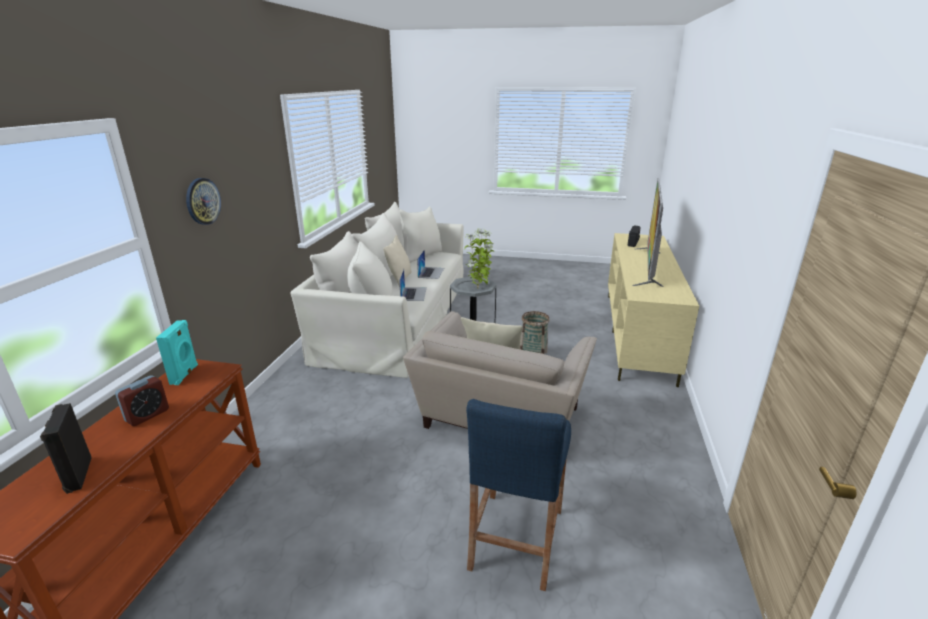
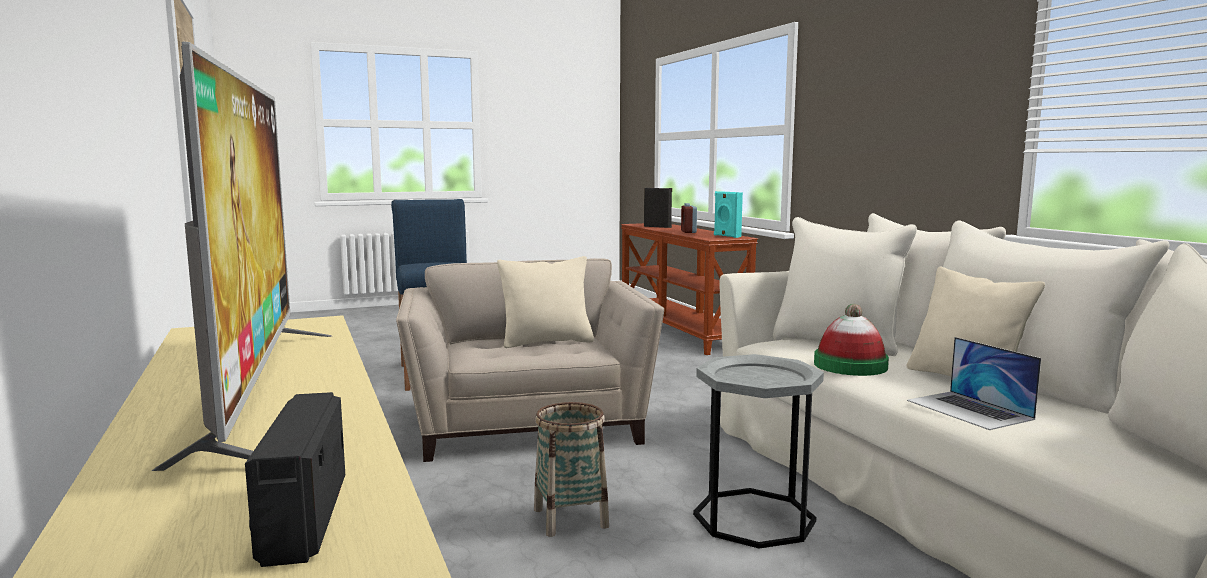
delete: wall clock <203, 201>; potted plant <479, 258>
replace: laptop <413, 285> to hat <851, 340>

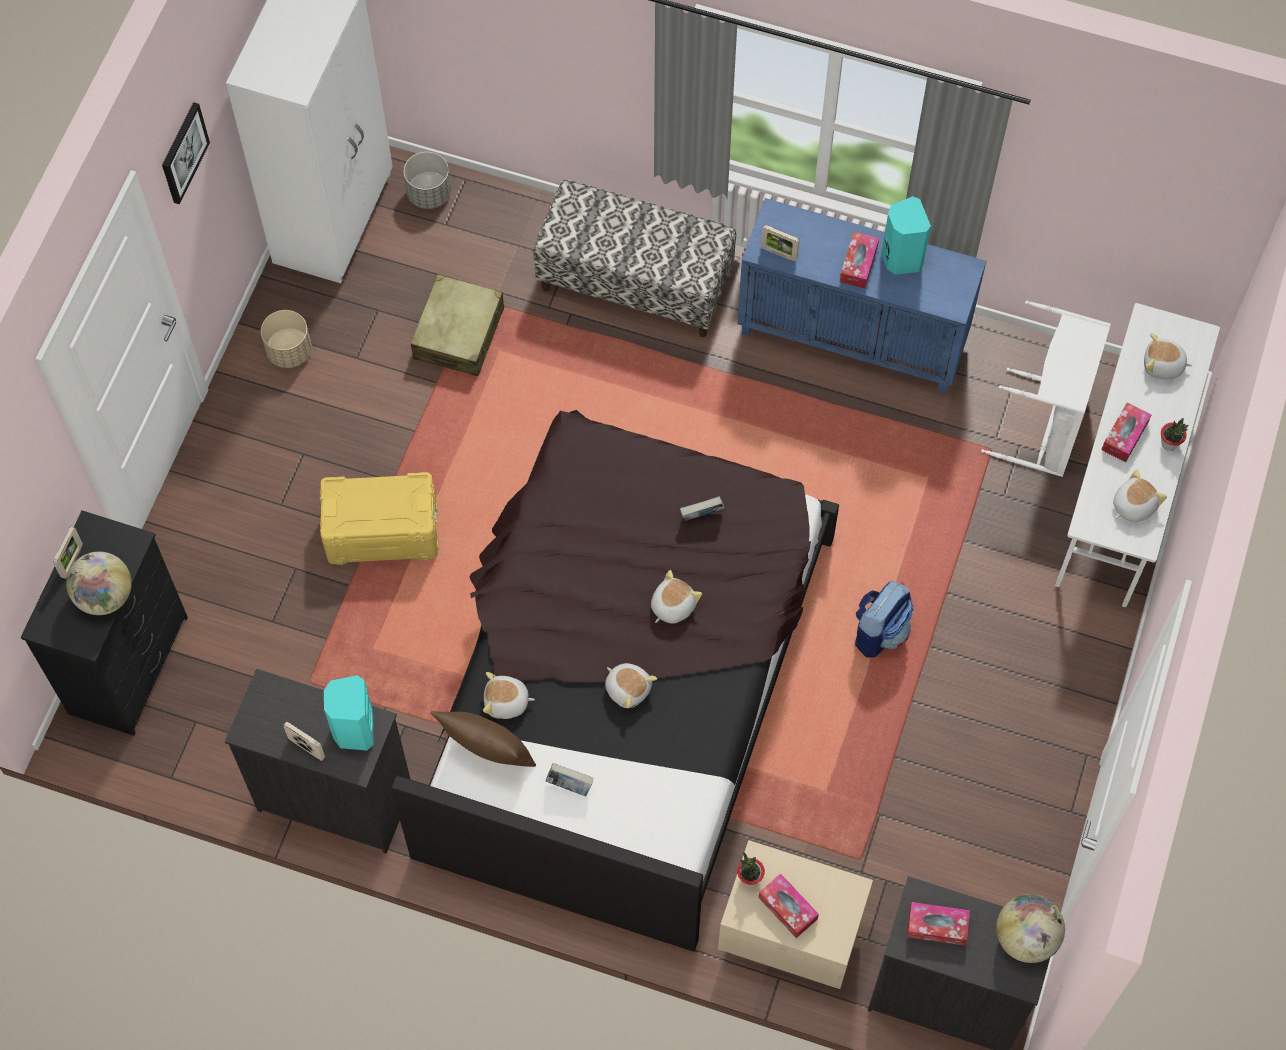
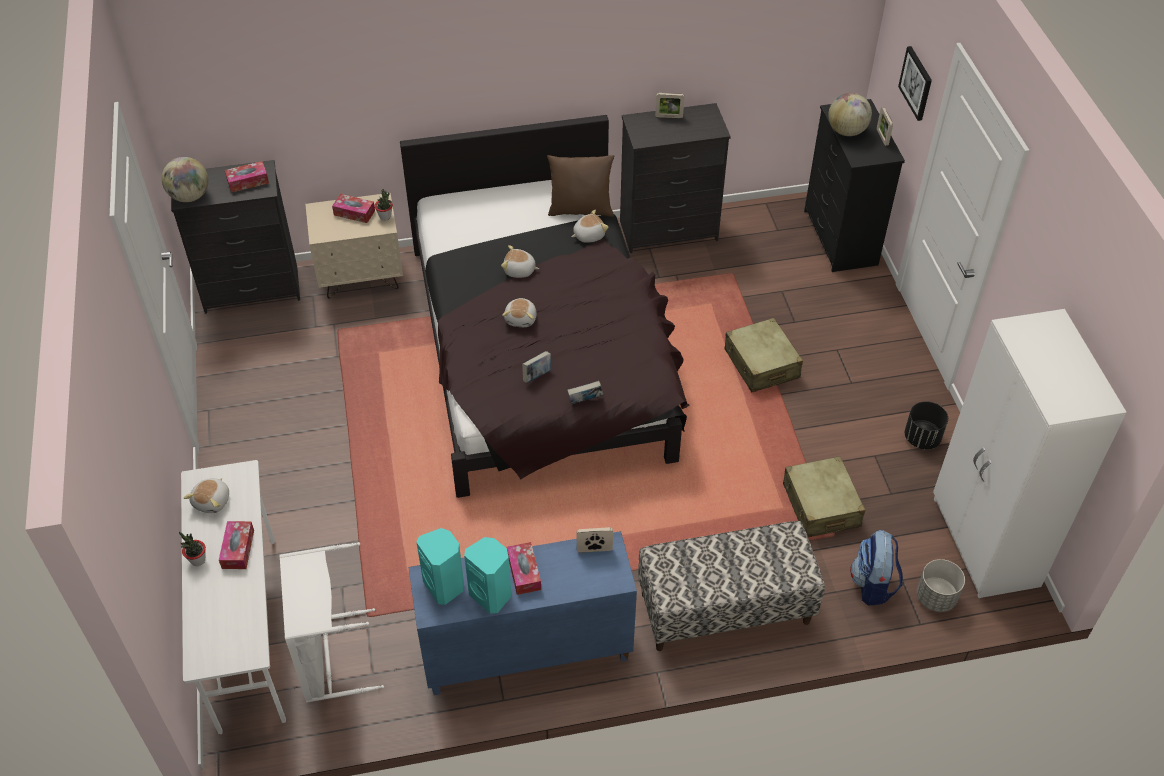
delete: plush toy <1168, 356>
move: picture <186, 153> to <915, 83>; turquoise speaker <349, 713> to <440, 566>; book <570, 779> to <585, 392>; backpack <884, 619> to <876, 567>
replace: yellow storage box <379, 518> to beige suitcase <764, 355>
recolor: beige planter <286, 339> to black planter <926, 425>

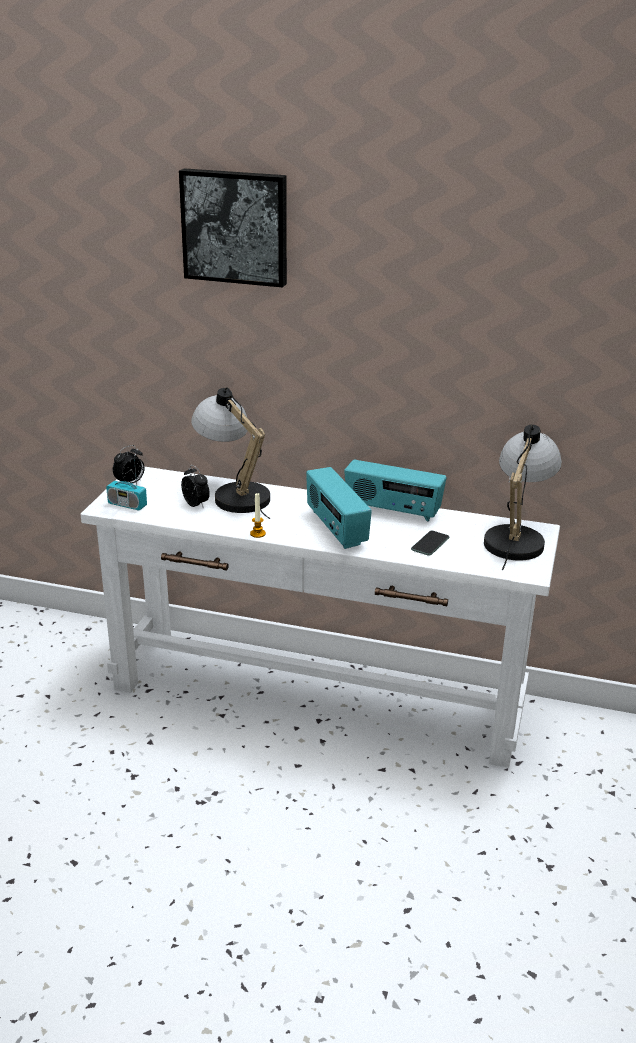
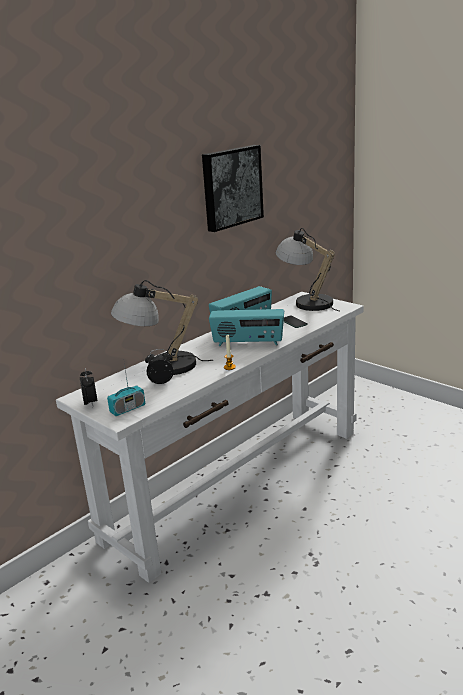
move: picture <233, 228> to <233, 188>

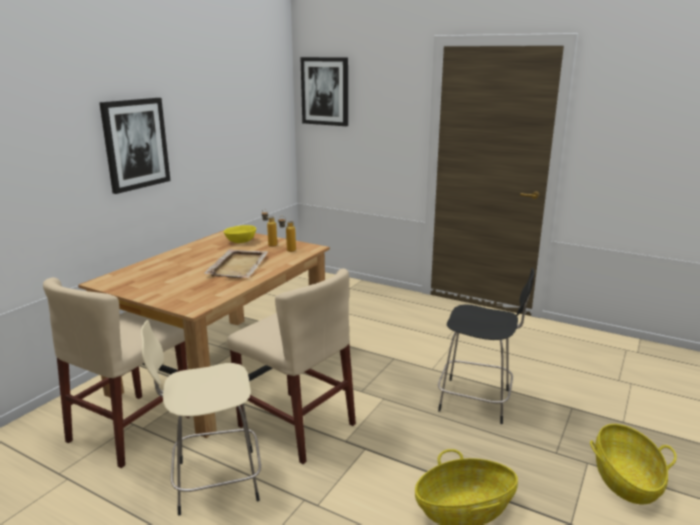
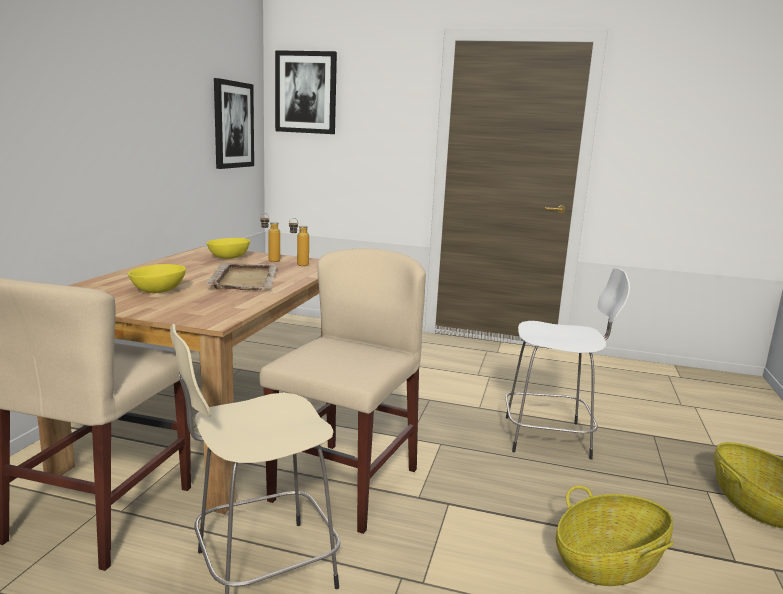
insert: yellow bowl <157, 278>
move: picture <135, 146> to <234, 123>
recolor: black stool <486, 346> to white stool <567, 363>
rotate: beige chair <291, 366> = <342, 391> 90 degrees counterclockwise

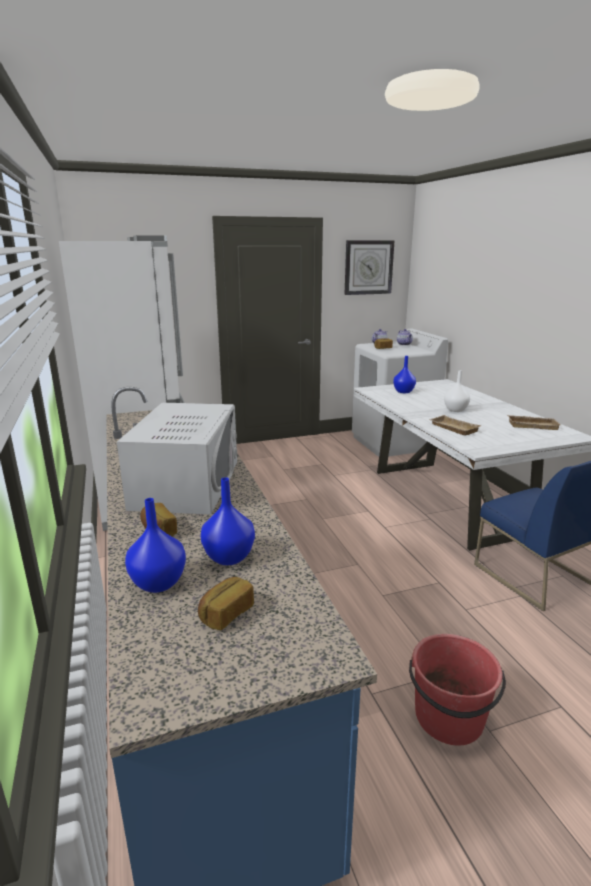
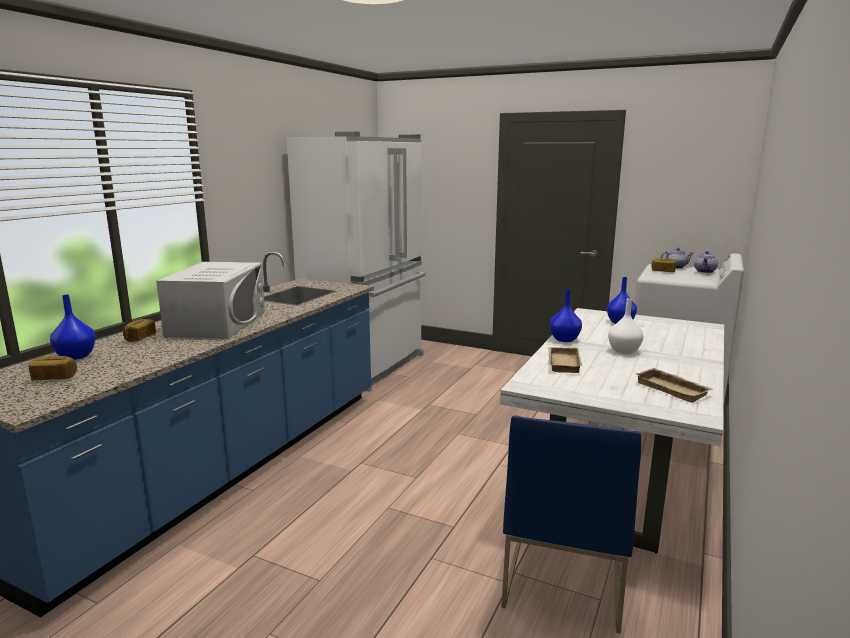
delete: wall clock <369, 267>; red bucket <457, 690>
move: blue vase <228, 521> to <566, 316>
rotate: white microwave <177, 459> = <210, 300> 45 degrees counterclockwise

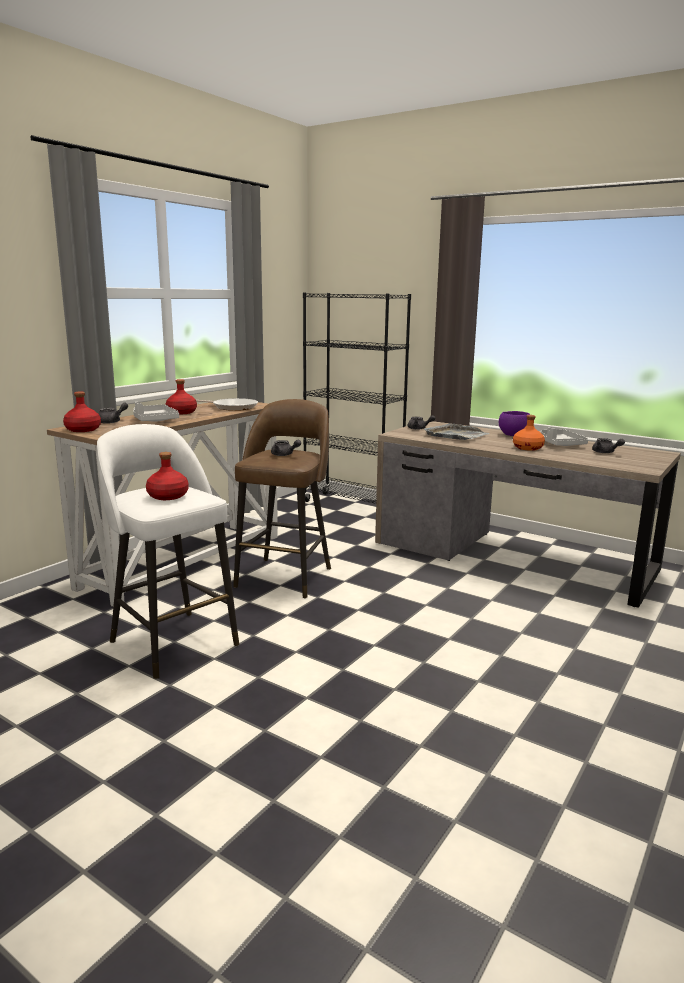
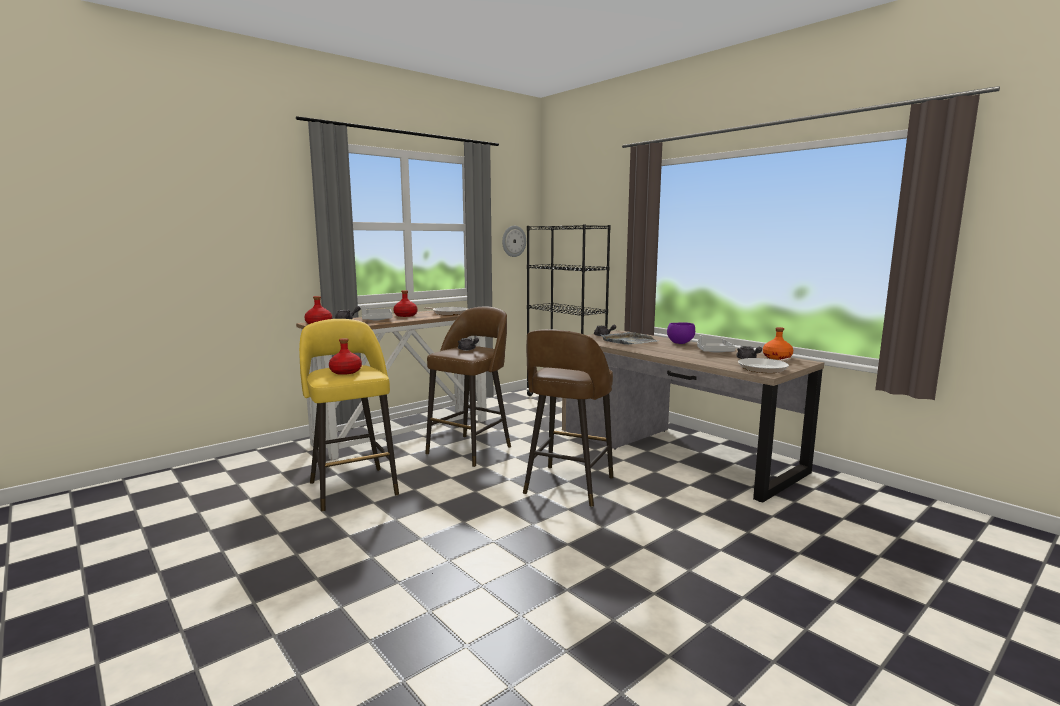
insert: wall clock <514, 241>; brown stool <568, 418>; frying pan <764, 365>
move: orange bottle <529, 433> to <778, 343>
recolor: white stool <168, 551> to yellow stool <349, 415>

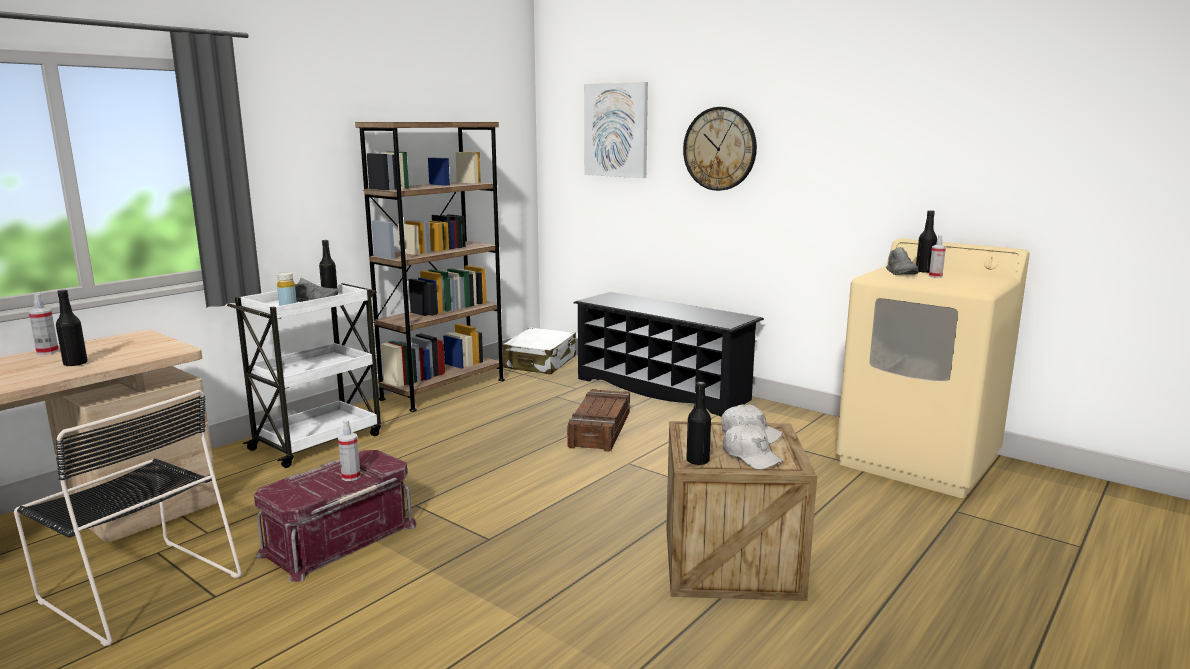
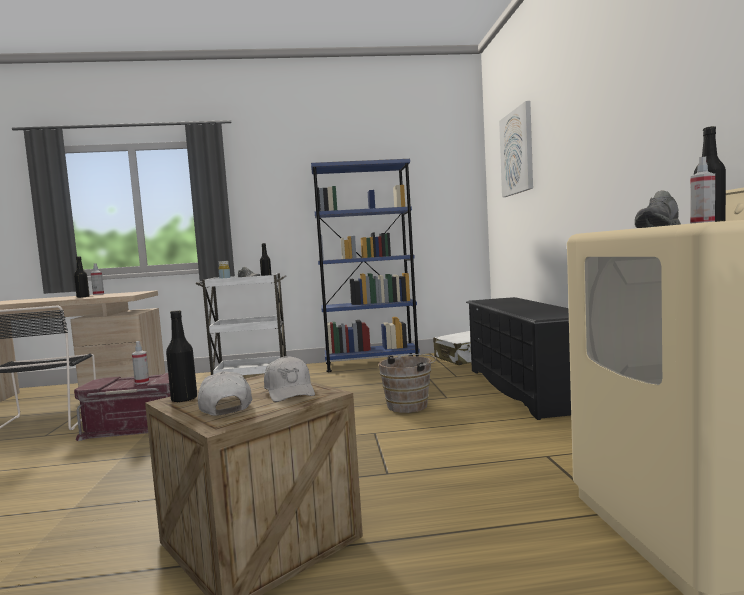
delete: wall clock <720, 149>
replace: crate <598, 420> to brown bucket <407, 383>
recolor: brown bookcase <430, 267> to blue bookcase <365, 265>
rotate: white cap <753, 447> = <225, 393> 150 degrees clockwise

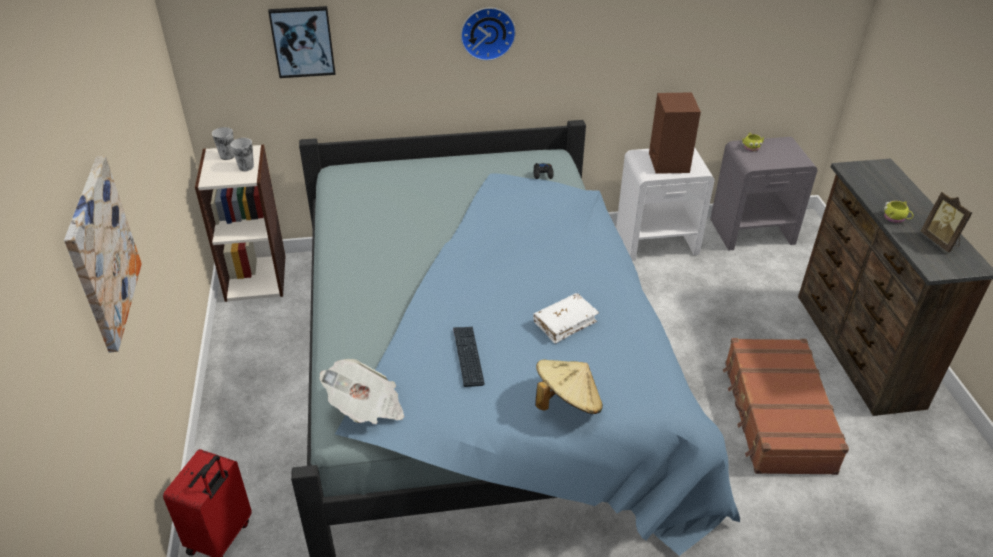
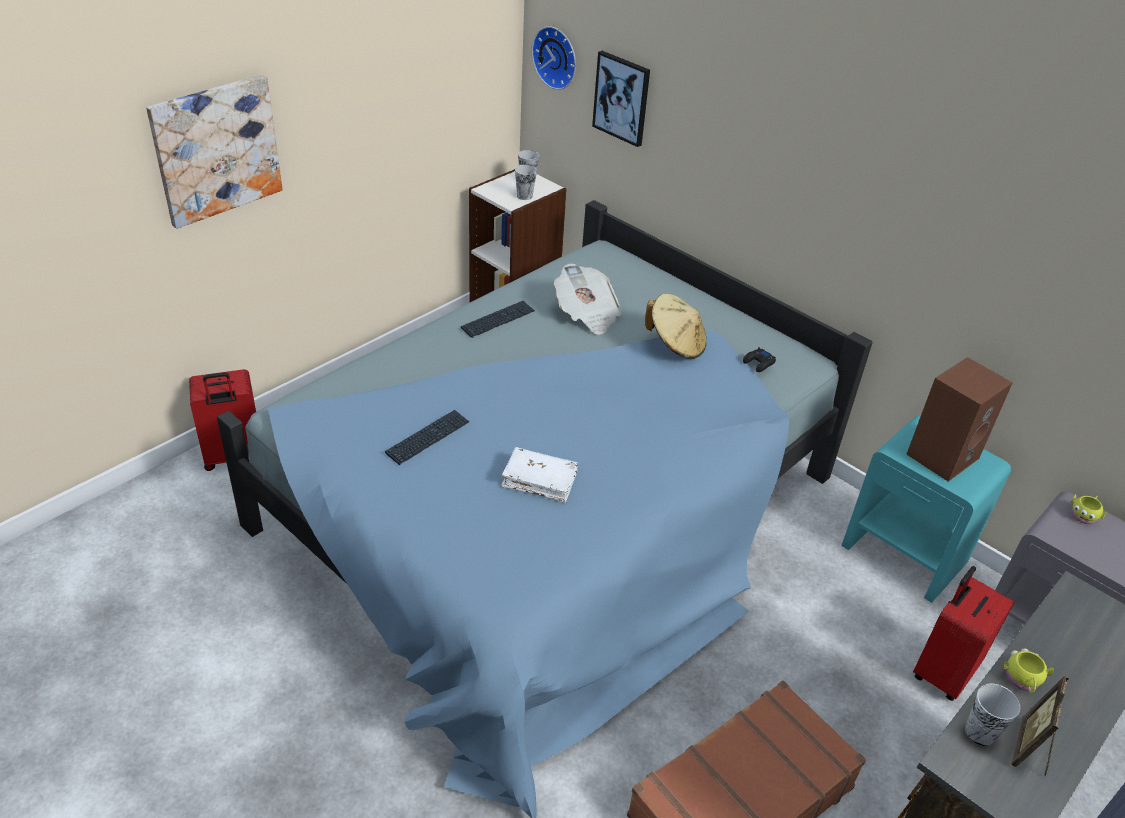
insert: keyboard <498, 319>; red suitcase <963, 633>; cup <992, 714>
move: newspaper <362, 391> to <588, 299>; wall clock <488, 34> to <554, 58>; beige hat <569, 387> to <676, 326>
recolor: white nightstand <665, 204> to turquoise nightstand <926, 509>

